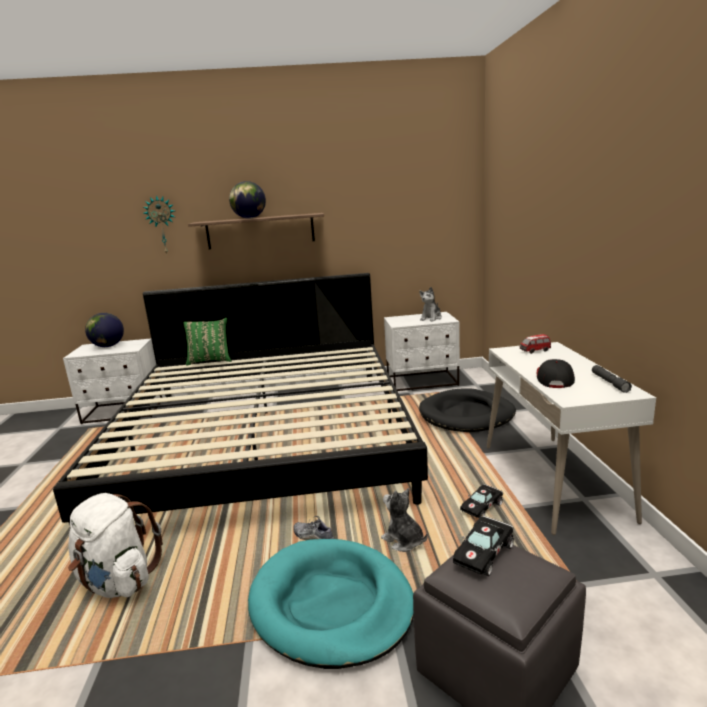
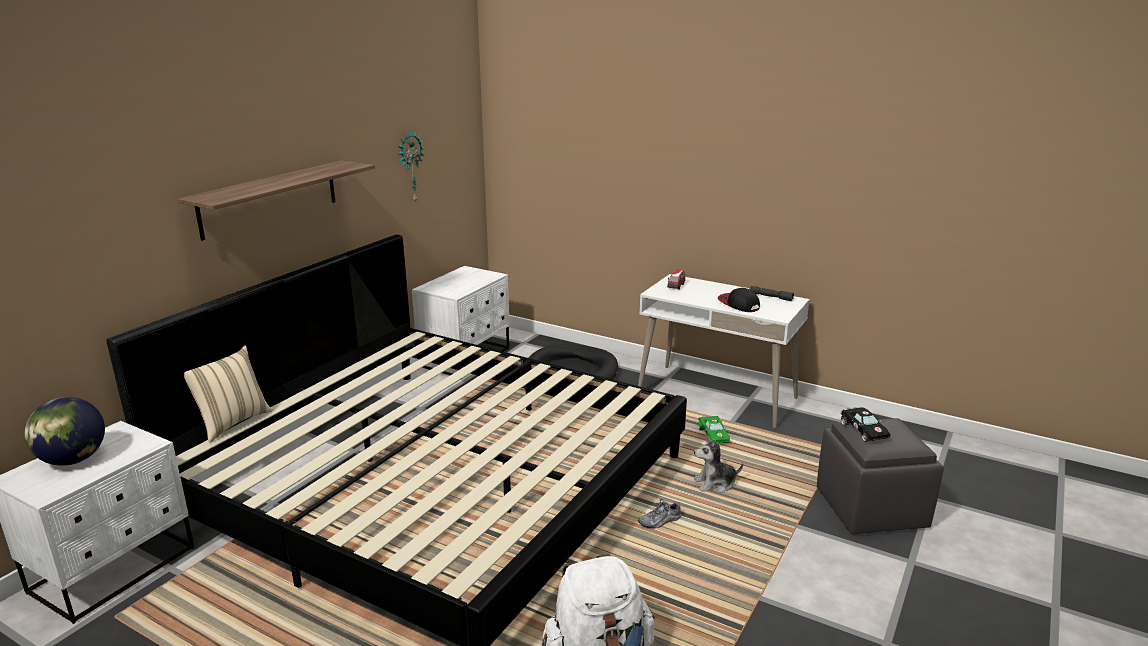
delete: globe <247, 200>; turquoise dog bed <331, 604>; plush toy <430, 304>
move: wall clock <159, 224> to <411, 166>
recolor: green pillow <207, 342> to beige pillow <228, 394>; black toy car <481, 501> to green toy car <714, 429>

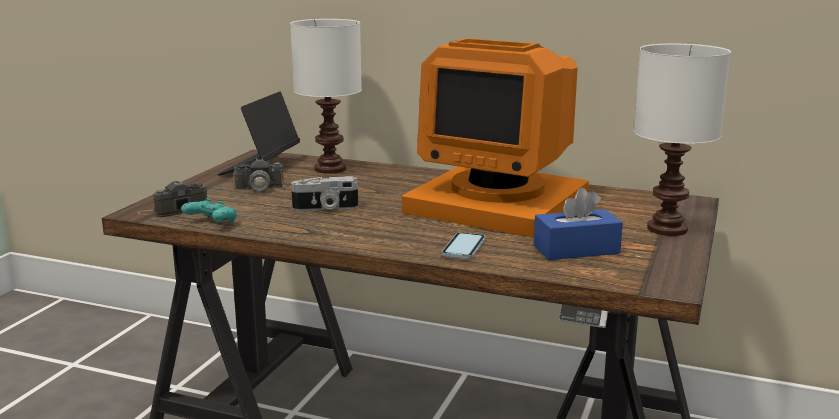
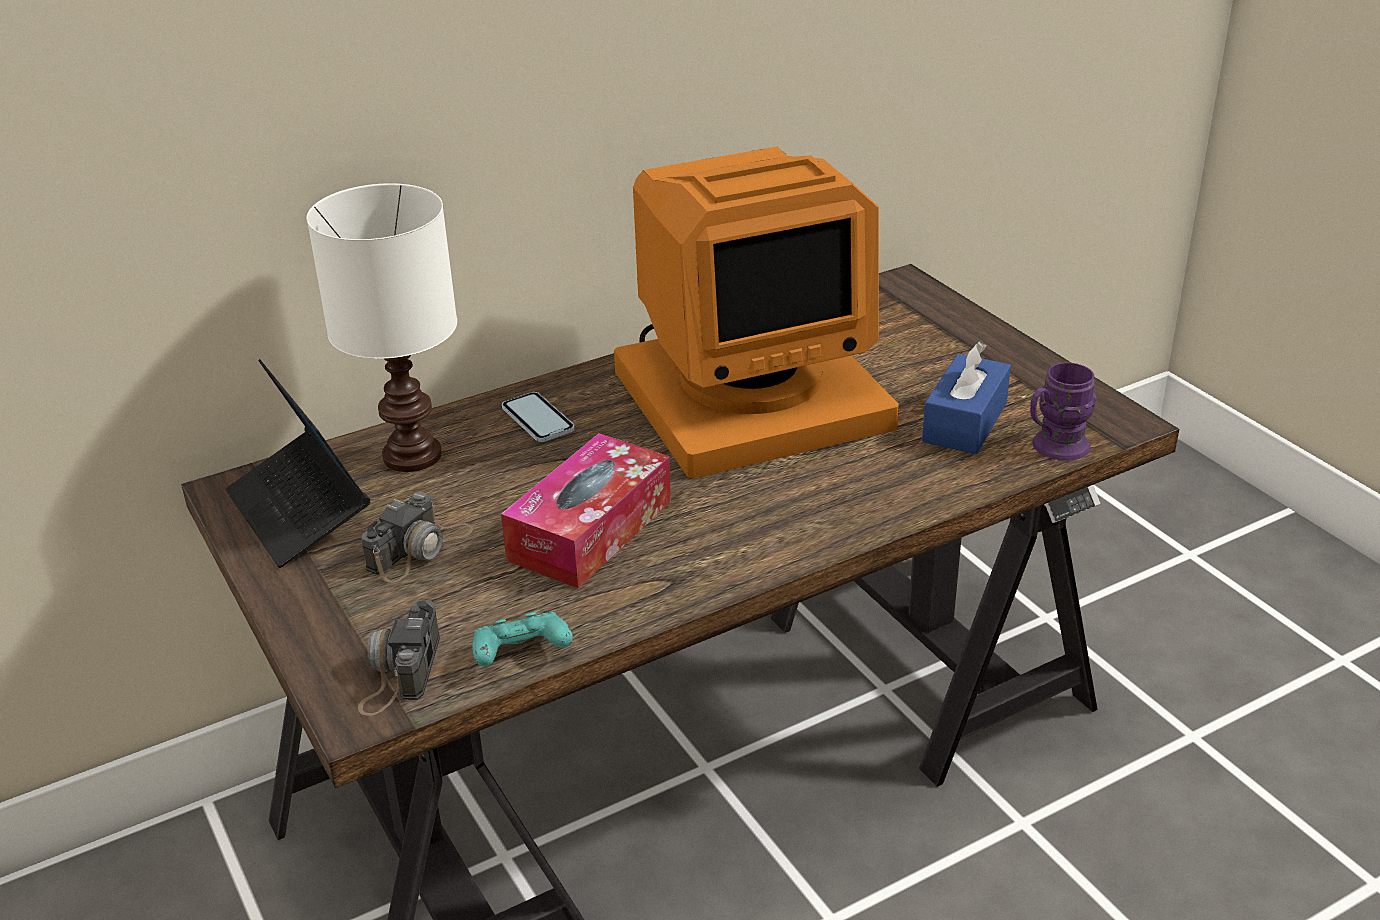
delete: white table lamp <682, 140>
insert: purple mug <1063, 412>
move: phone <464, 245> to <538, 417>
replace: photo camera <324, 193> to tissue box <586, 511>

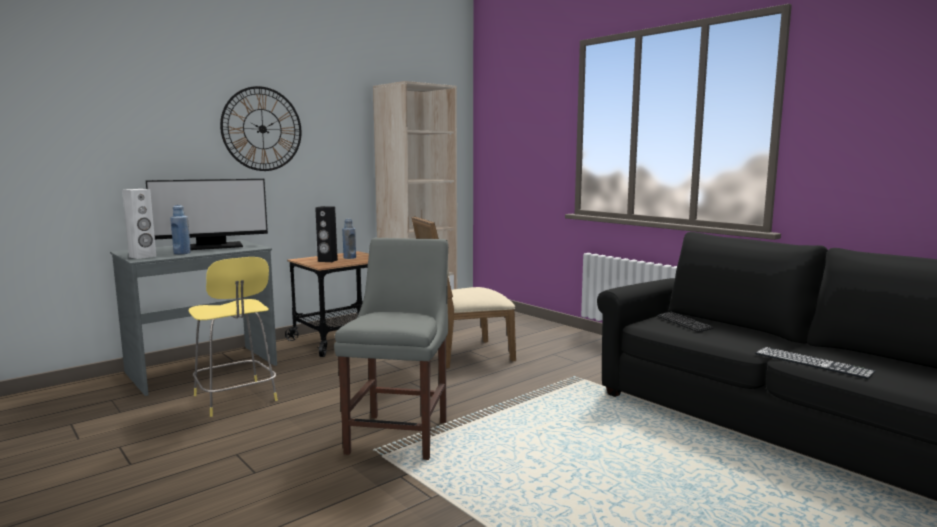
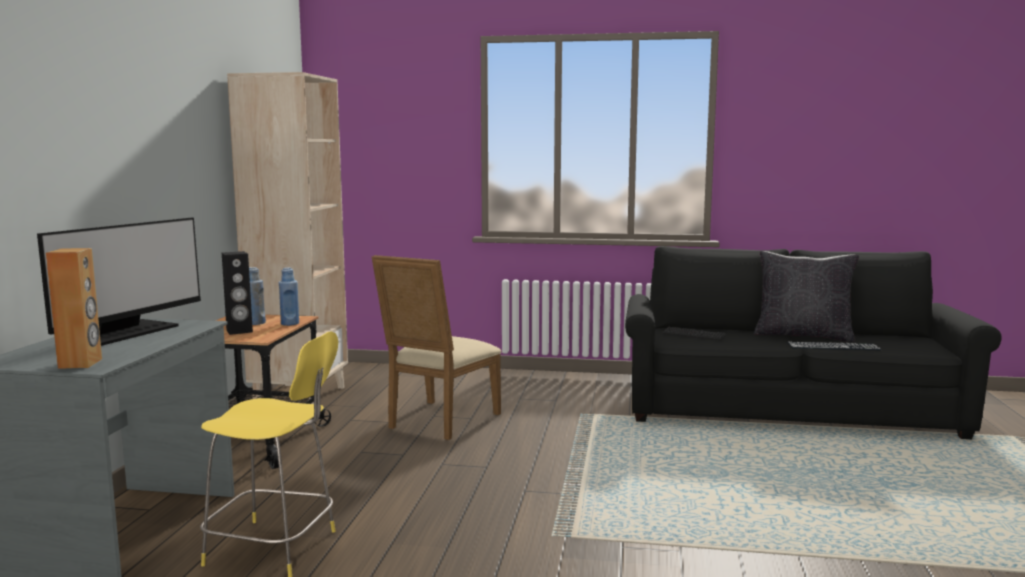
delete: wall clock <260, 128>; grey chair <391, 349>
insert: black pillow <806, 296>
move: blue bottle <180, 229> to <289, 296>
recolor: white speaker <139, 224> to brown speaker <74, 308>

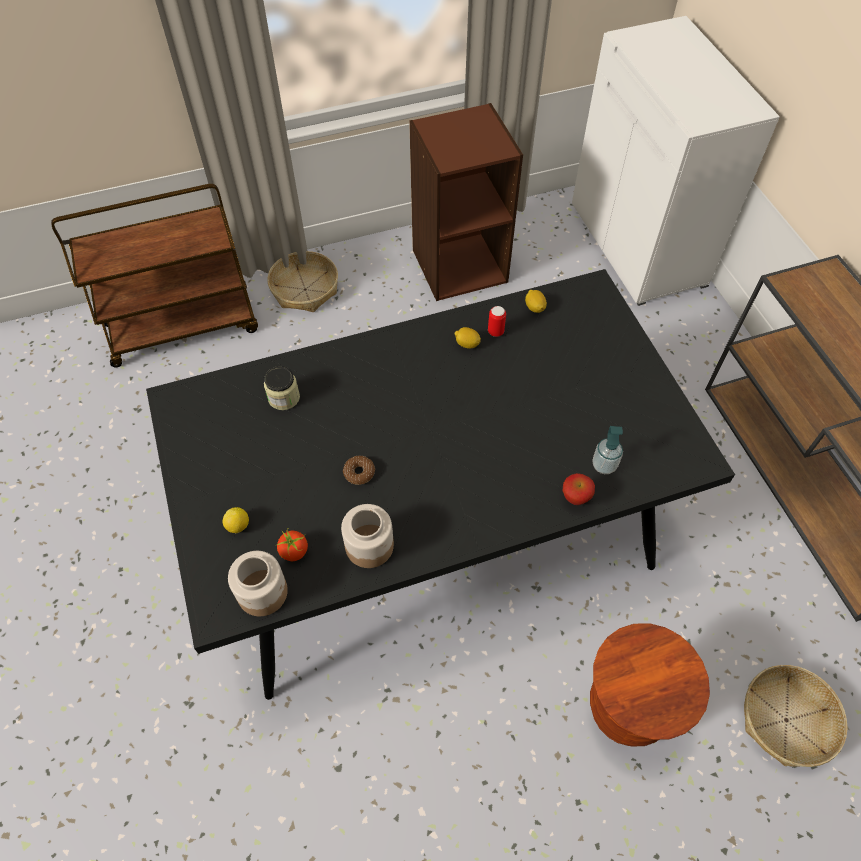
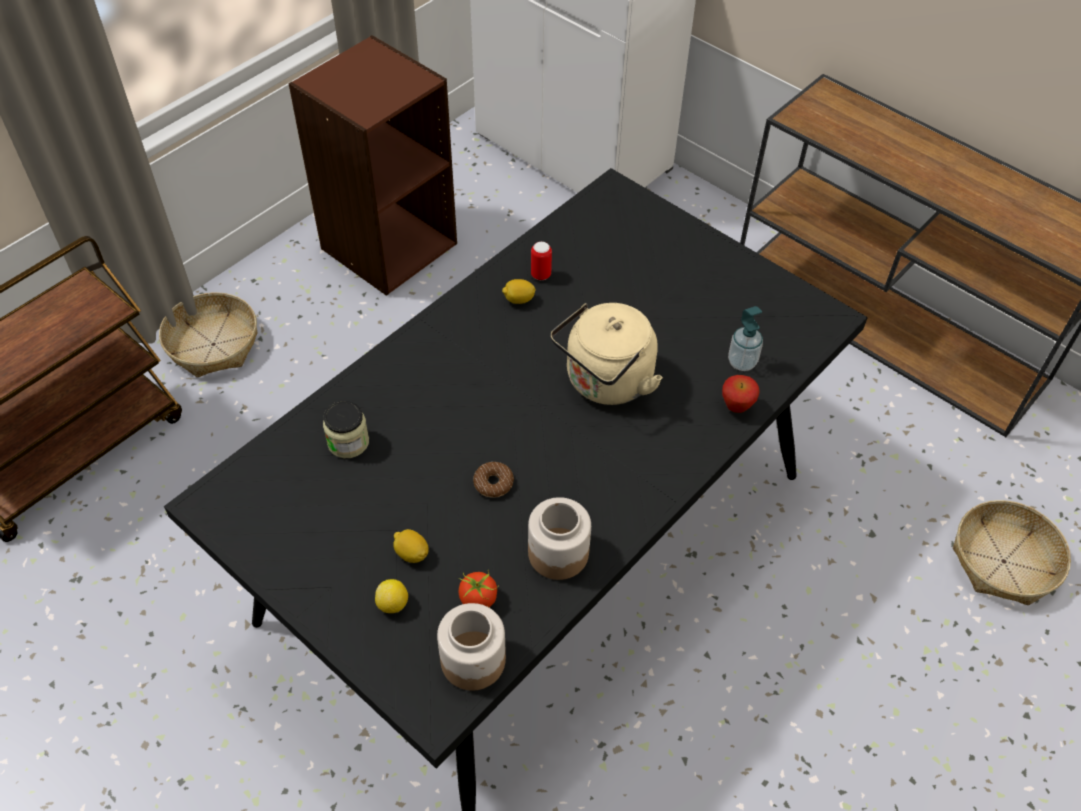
delete: brown stool <650, 684>
insert: beige kettle <606, 354>
move: lemon <536, 301> to <411, 546>

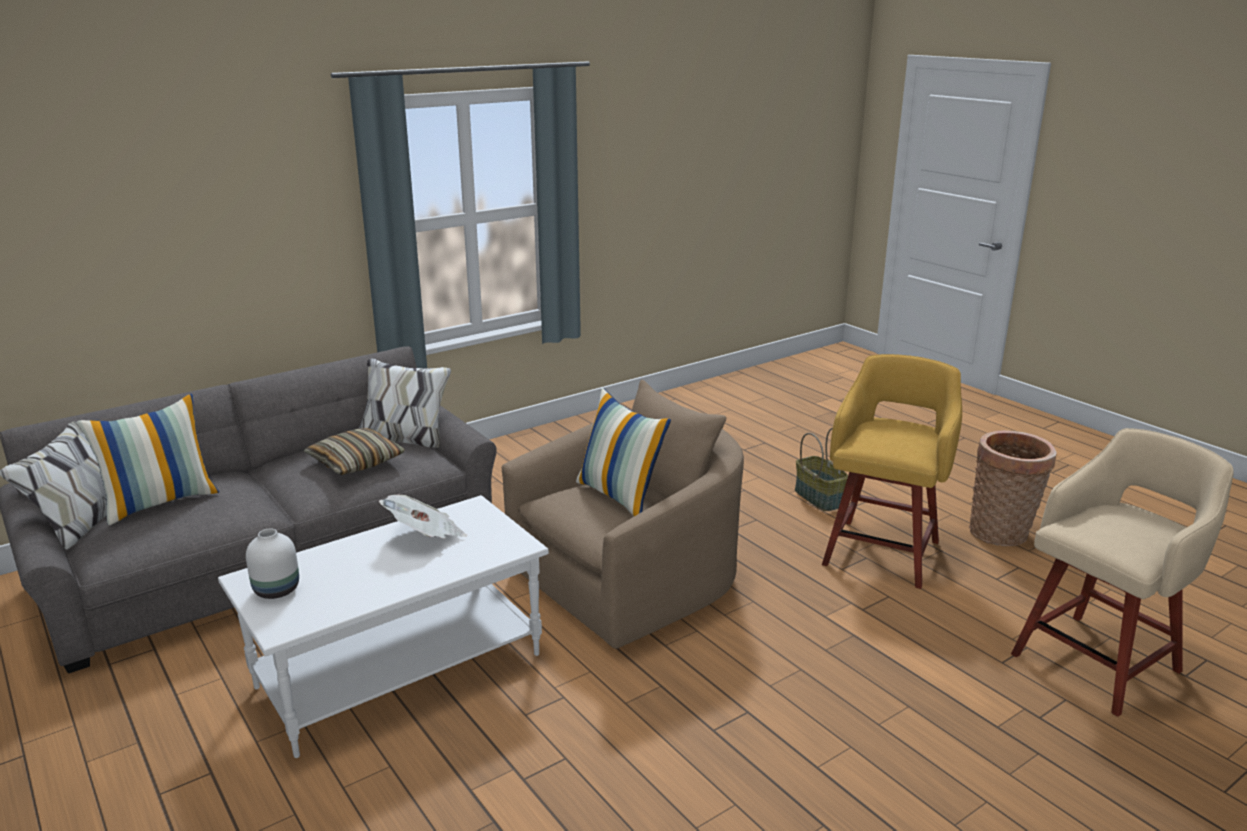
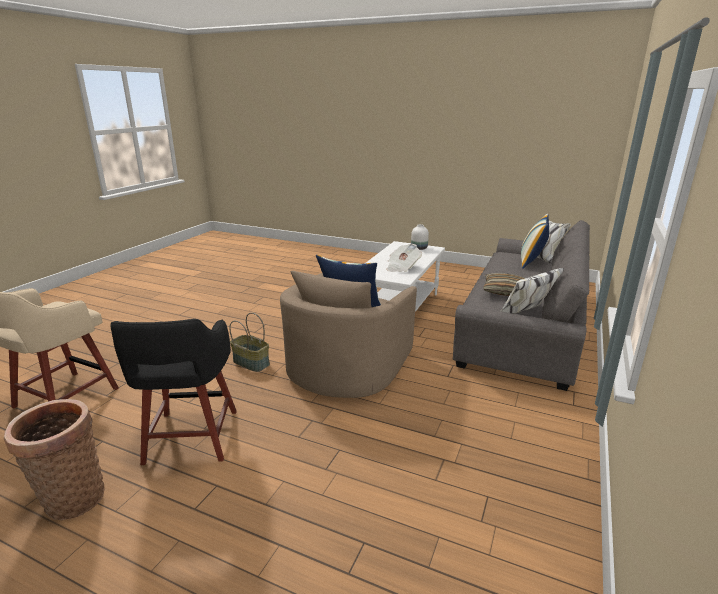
move: basket <821, 469> to <249, 342>
recolor: yellow stool <892, 471> to black stool <174, 392>

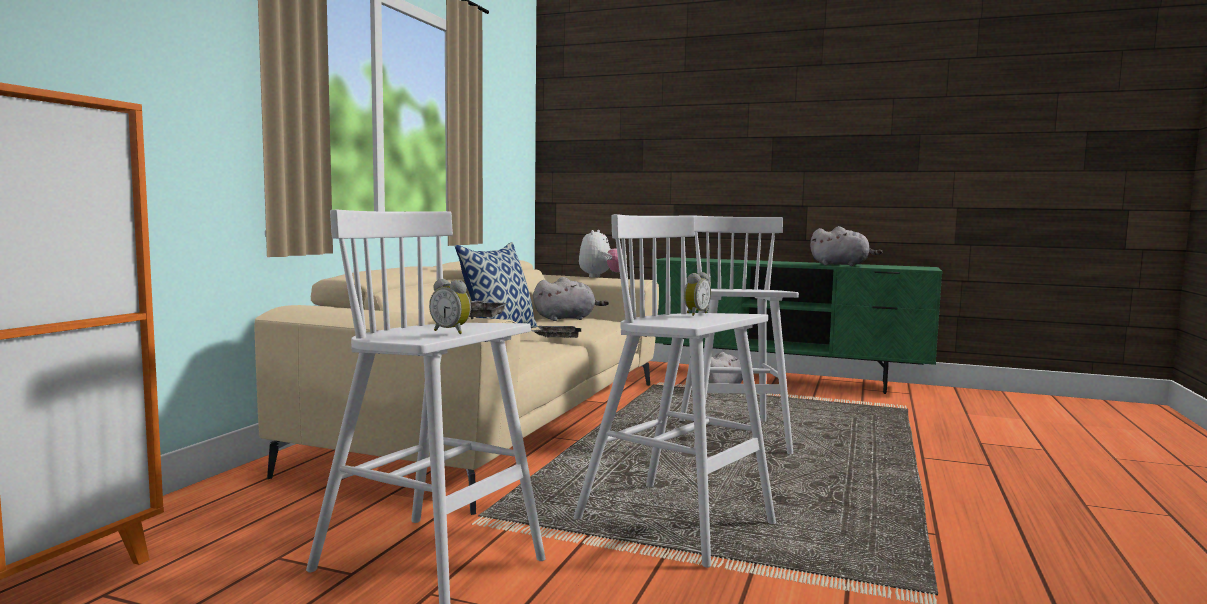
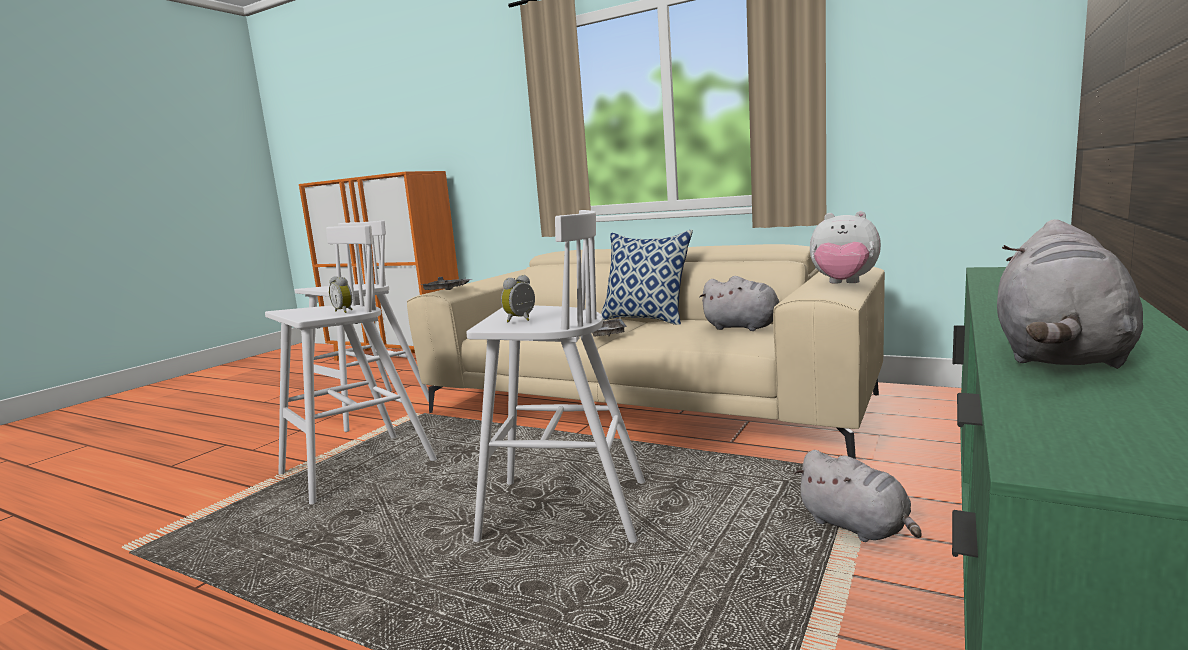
move: alarm clock <450, 306> to <518, 299>
rotate: grey plush toy <571, 299> = <739, 303> 45 degrees counterclockwise

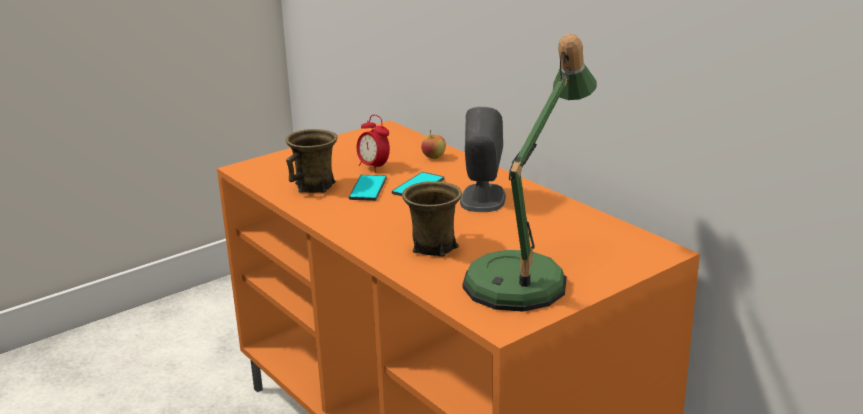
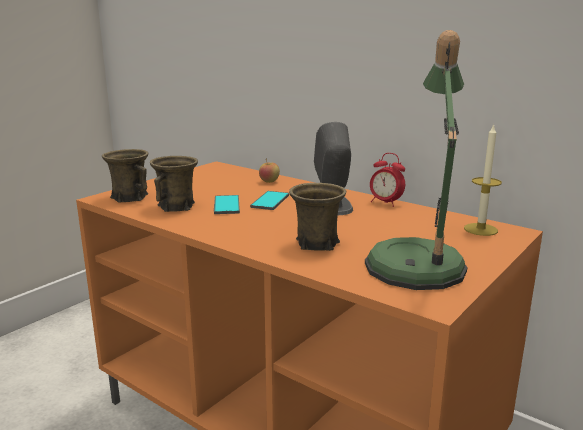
insert: brown mug <125, 176>; candle <483, 179>
move: alarm clock <373, 144> to <387, 180>

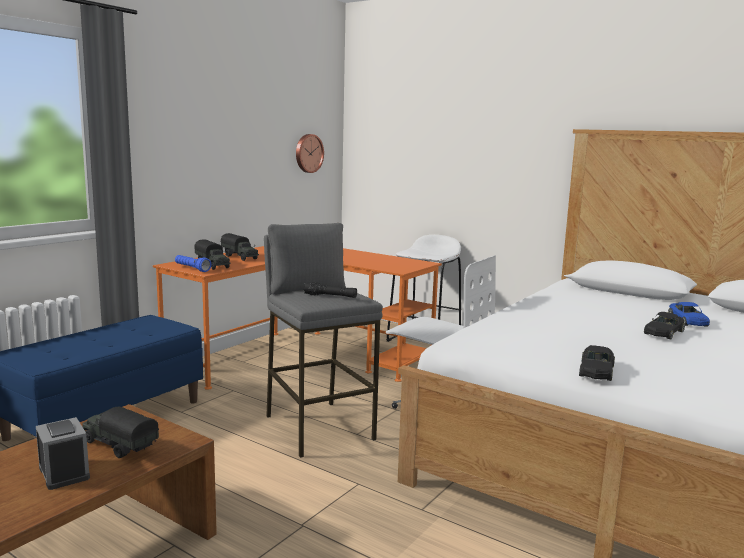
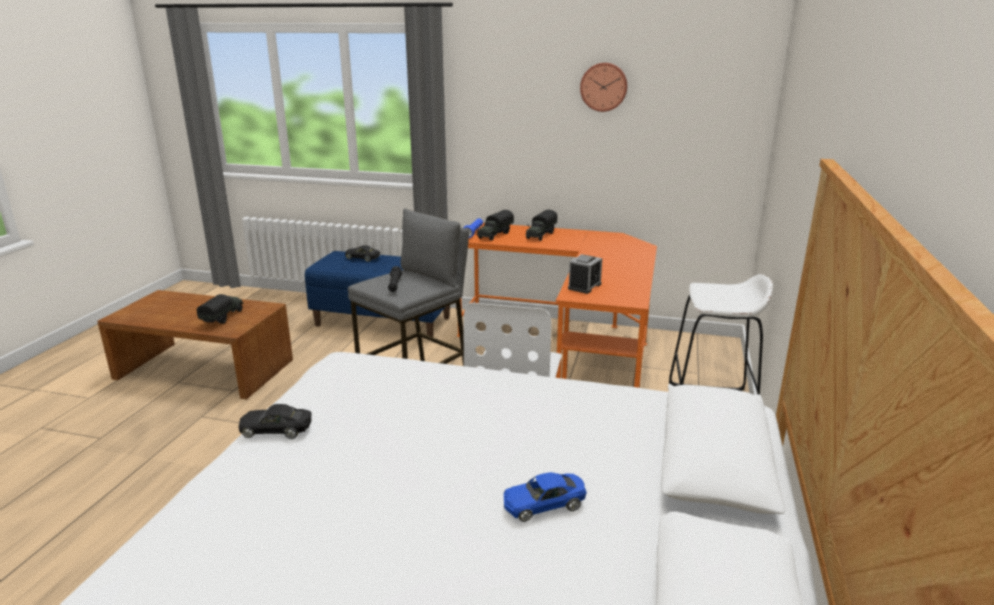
move: alarm clock <63, 453> to <585, 274>; wall clock <310, 153> to <604, 87>; black toy car <664, 325> to <362, 253>

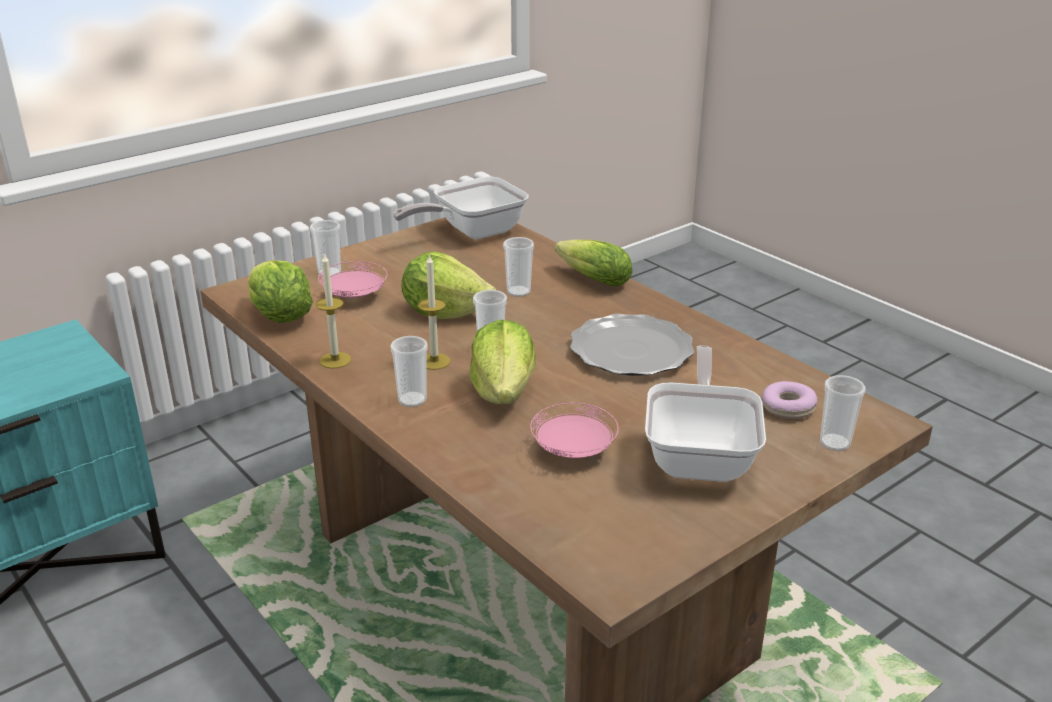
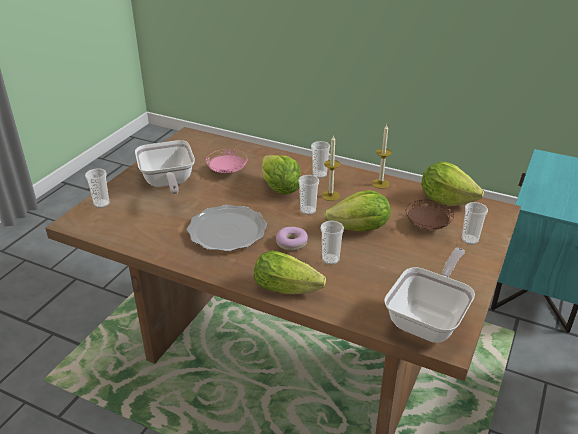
move: donut <789, 400> to <292, 239>
recolor: pink plate <352, 279> to brown plate <430, 215>

